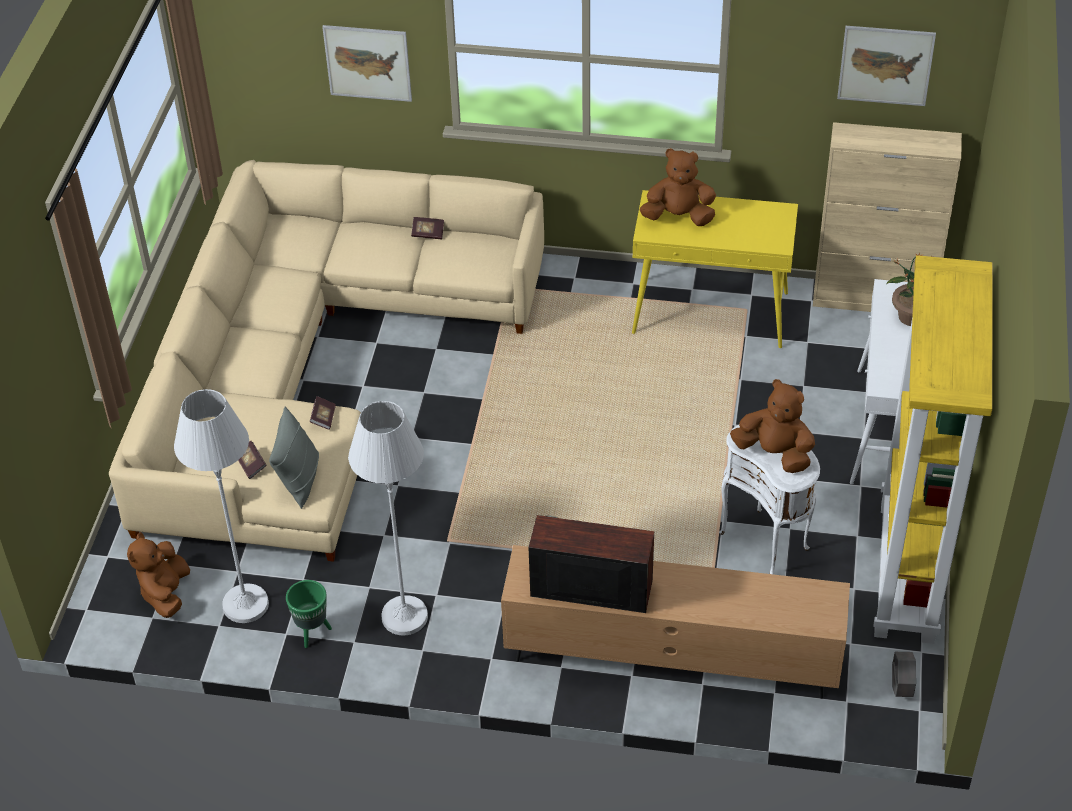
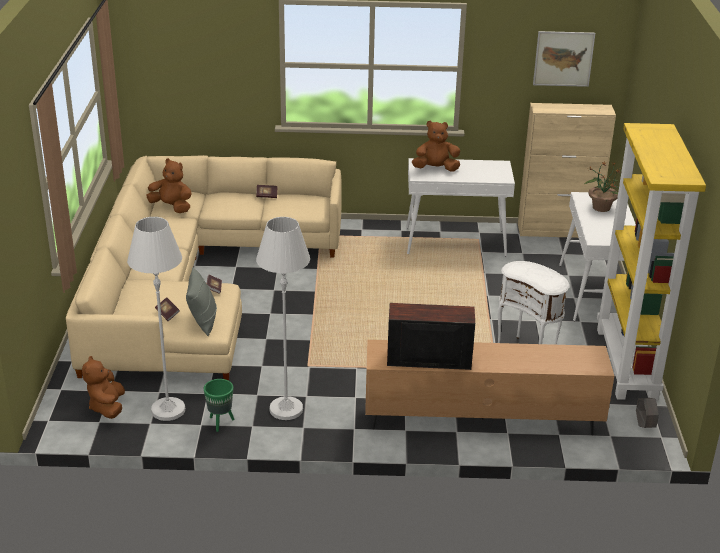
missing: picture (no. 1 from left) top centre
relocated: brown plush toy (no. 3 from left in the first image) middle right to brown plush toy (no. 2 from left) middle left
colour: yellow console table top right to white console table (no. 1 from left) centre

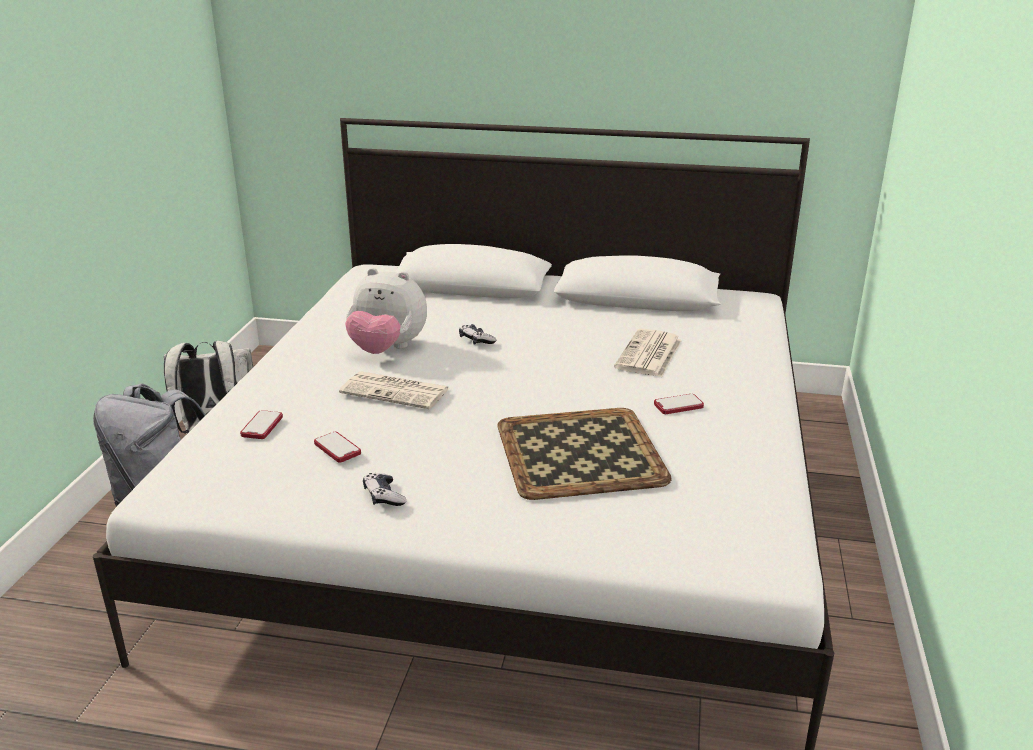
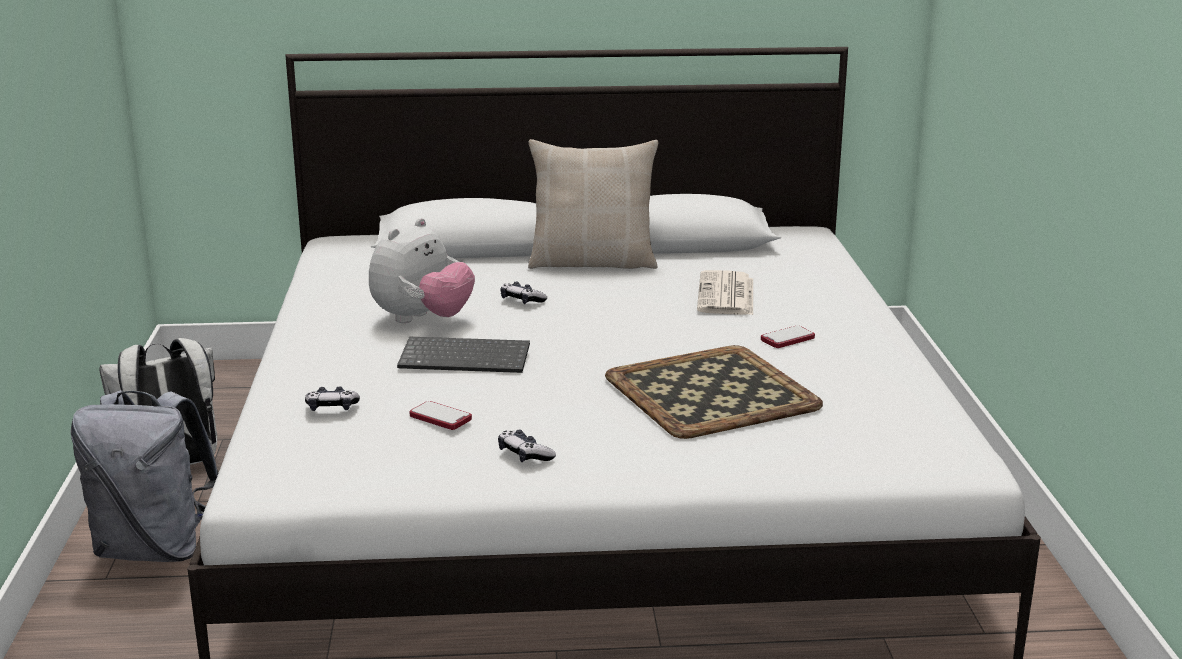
appeared: beige pillow top centre
exchanged: phone (no. 1 from left) middle left to game controller (no. 1 from left) middle left; newspaper (no. 1 from left) centre to keyboard centre
spun: plush toy centre = centre 60 degrees counterclockwise

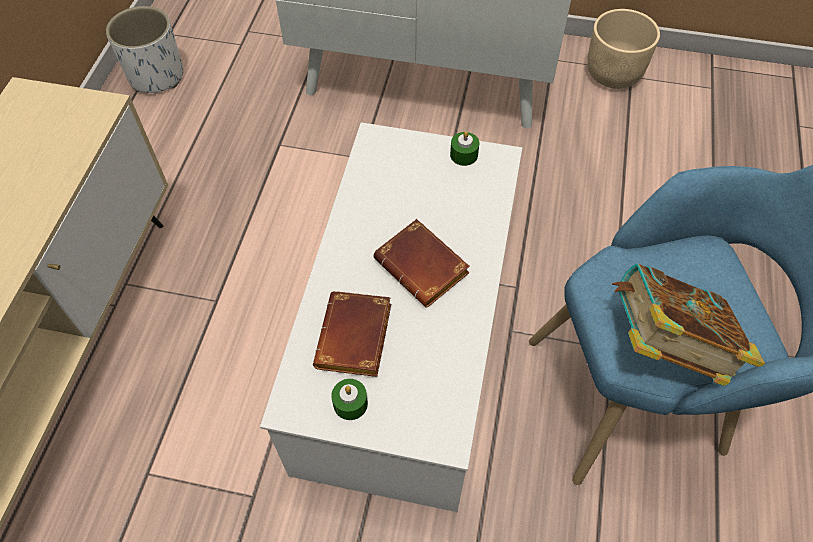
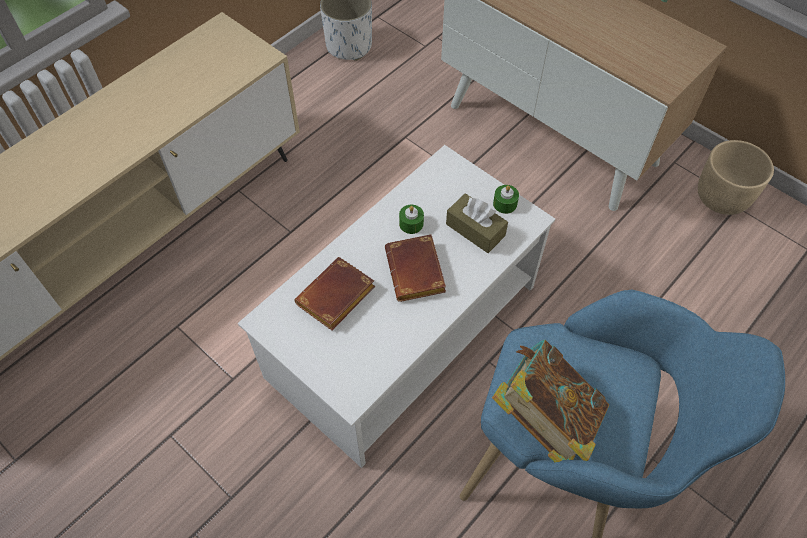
appeared: brown tissue box centre
relocated: green candle (no. 1 from left) bottom centre to centre

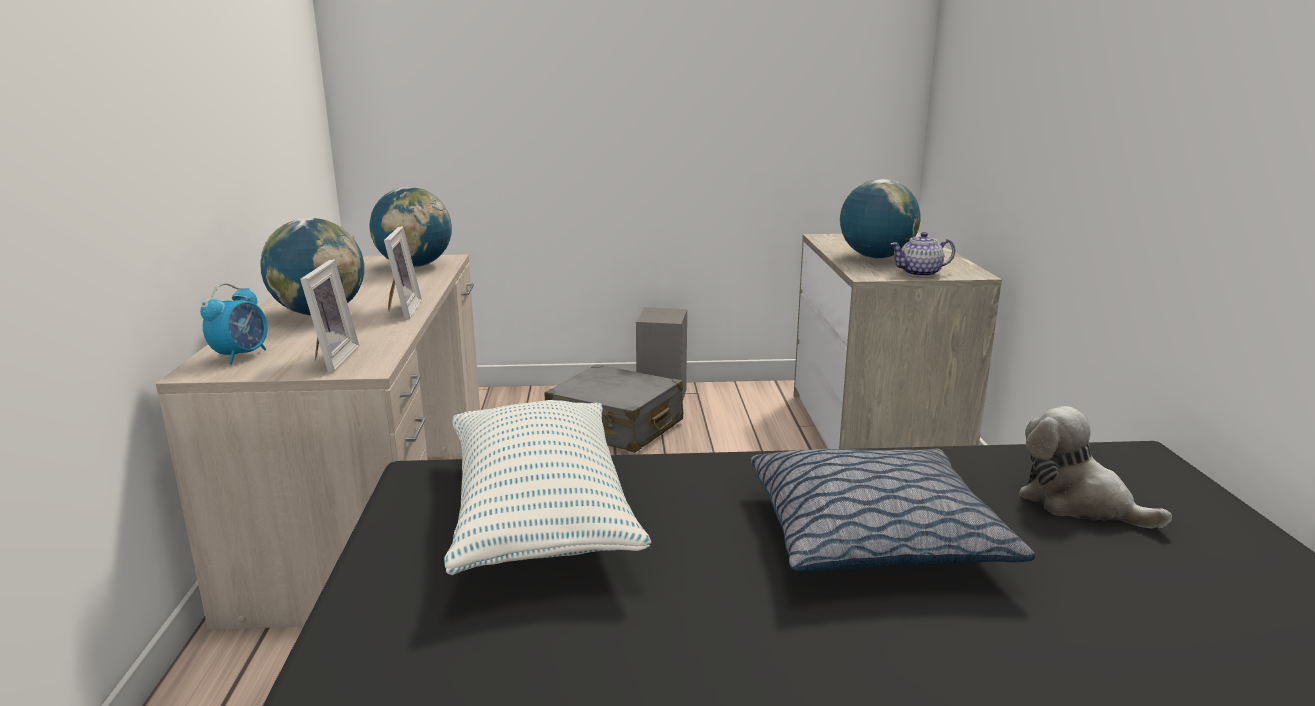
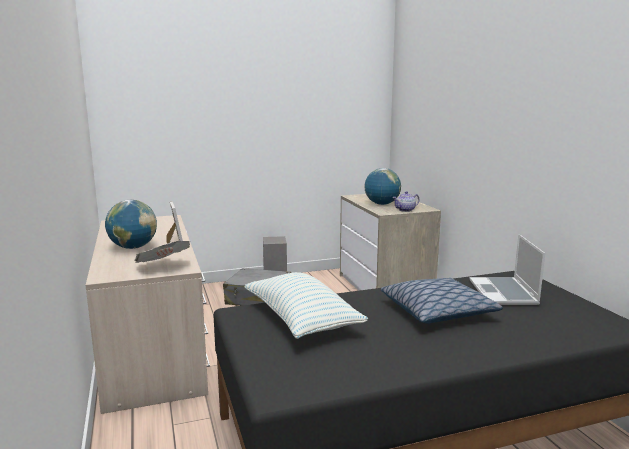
missing: alarm clock middle left; globe (no. 2 from left) top left
exchanged: picture frame (no. 1 from left) middle left to newspaper middle left; plush toy middle right to laptop middle right

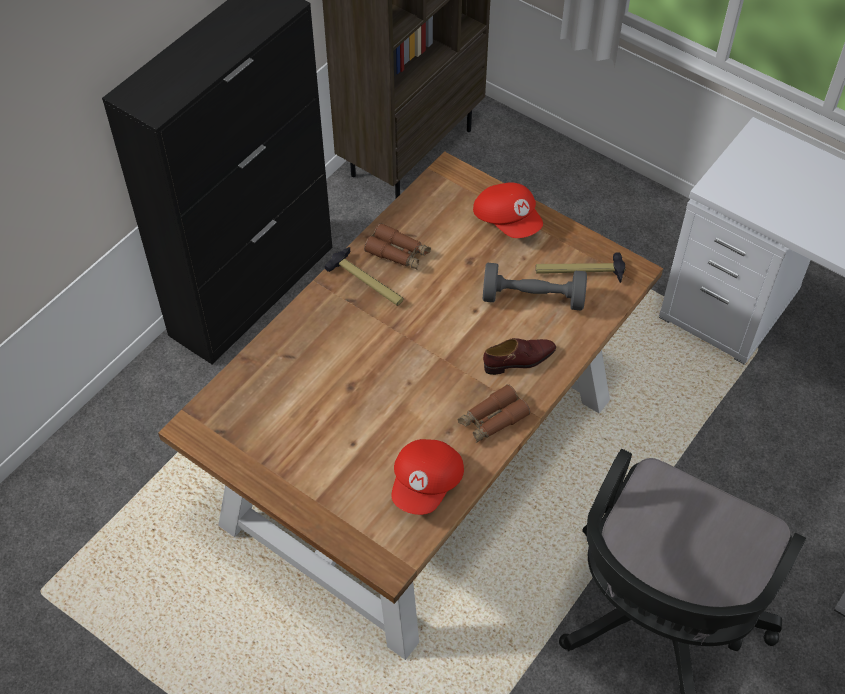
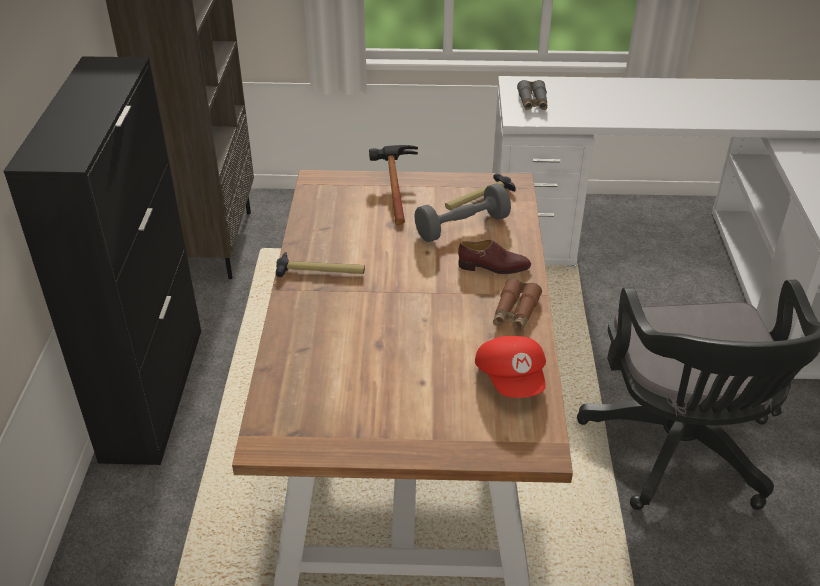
missing: brown binoculars (no. 1 from left) centre
appeared: grey binoculars top centre
exchanged: red cap (no. 2 from left) top centre to hammer (no. 2 from left) top centre
spun: brown shoe centre = centre 60 degrees clockwise

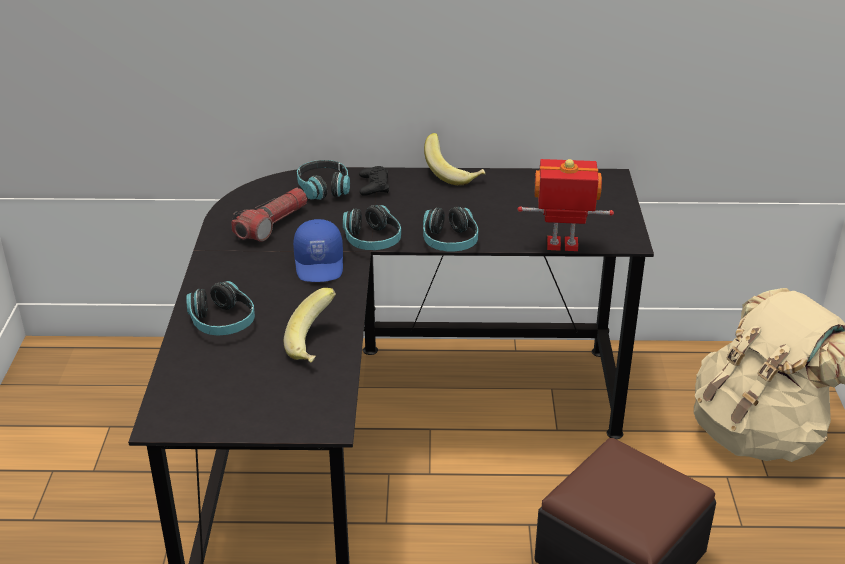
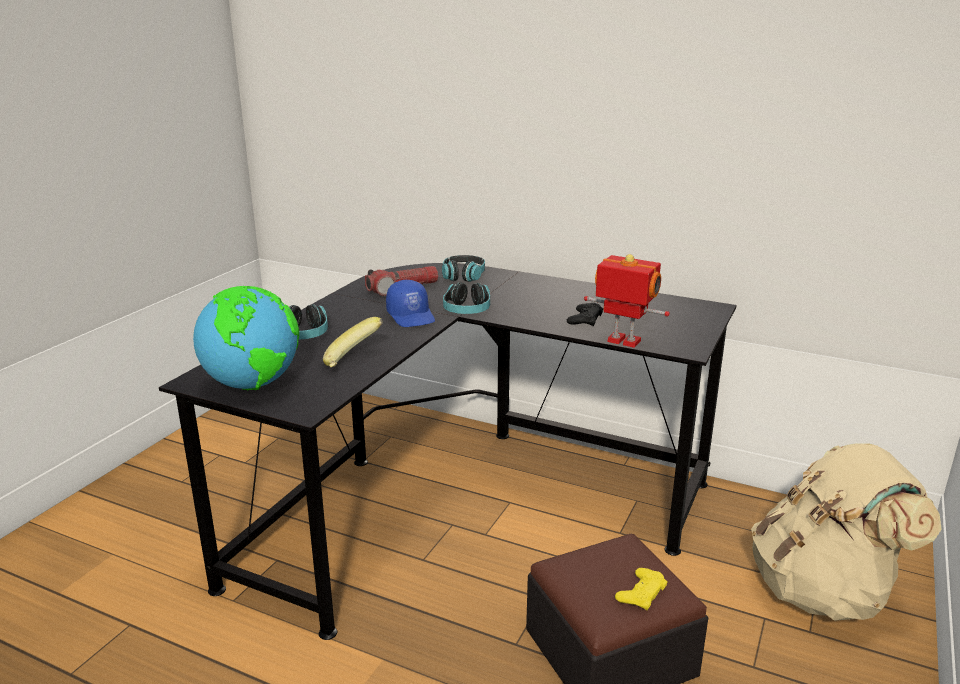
missing: headphones (no. 4 from left) centre; banana (no. 2 from left) top centre
appeared: globe middle left; yellow game controller bottom right
relocated: black game controller top centre to centre
spun: blue cap centre = centre 45 degrees counterclockwise

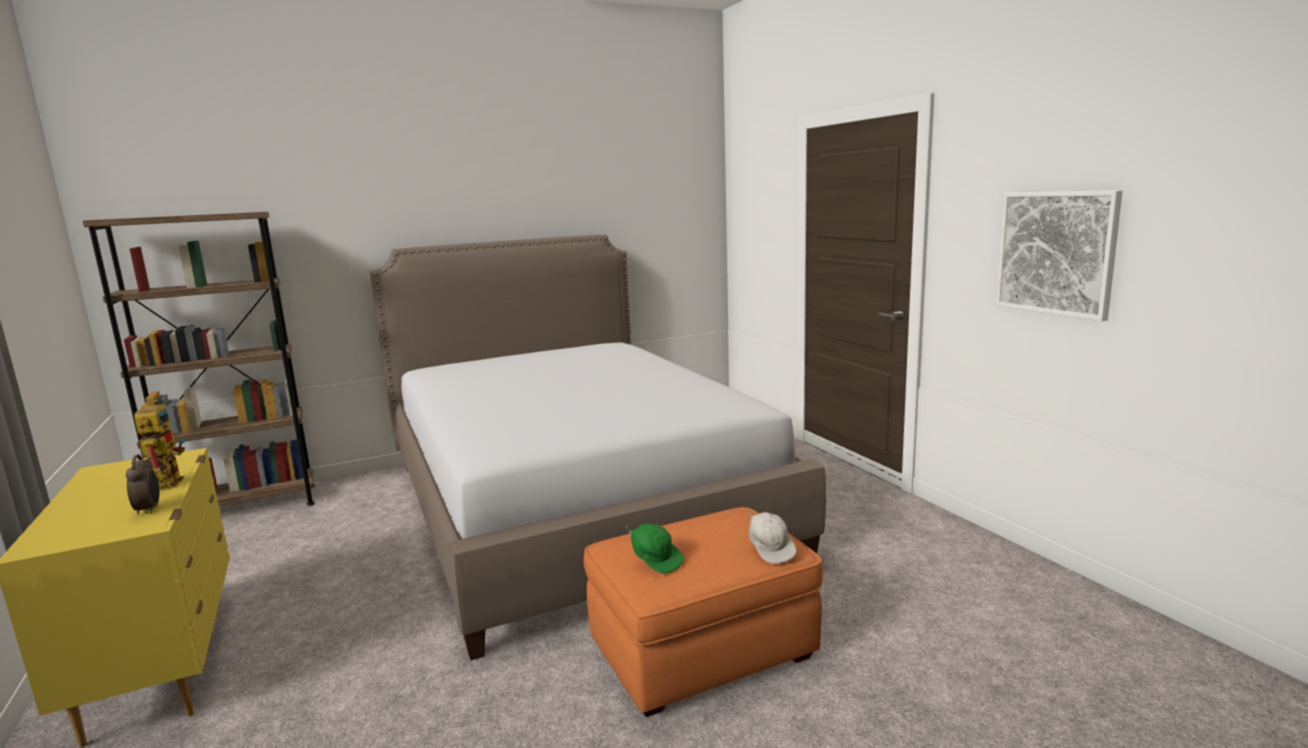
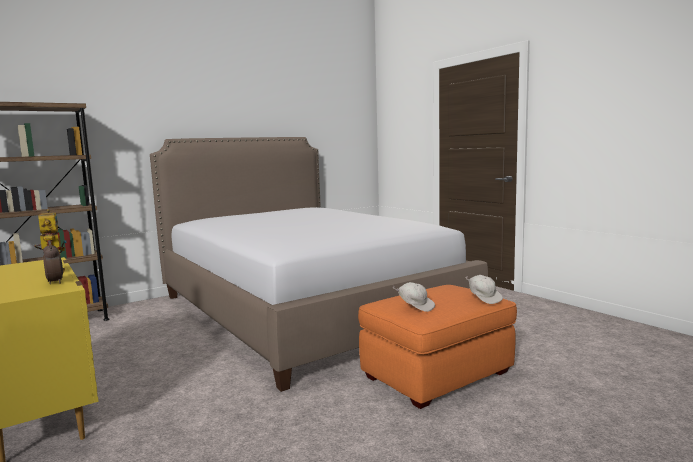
missing: picture middle right
colour: green cap bottom centre to white cap (no. 1 from left) centre

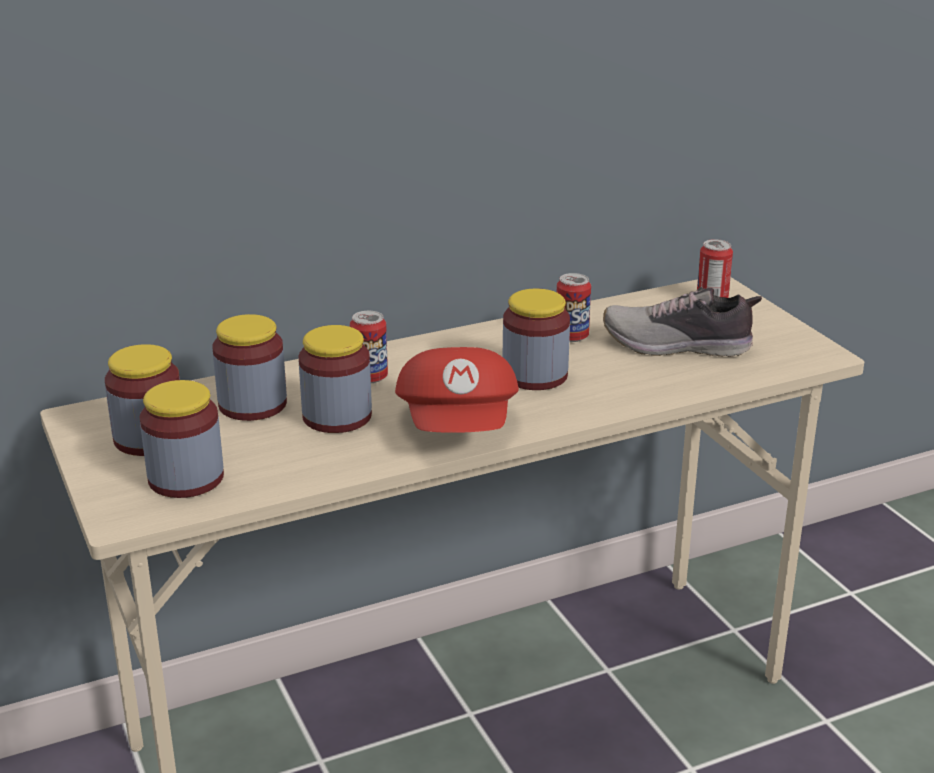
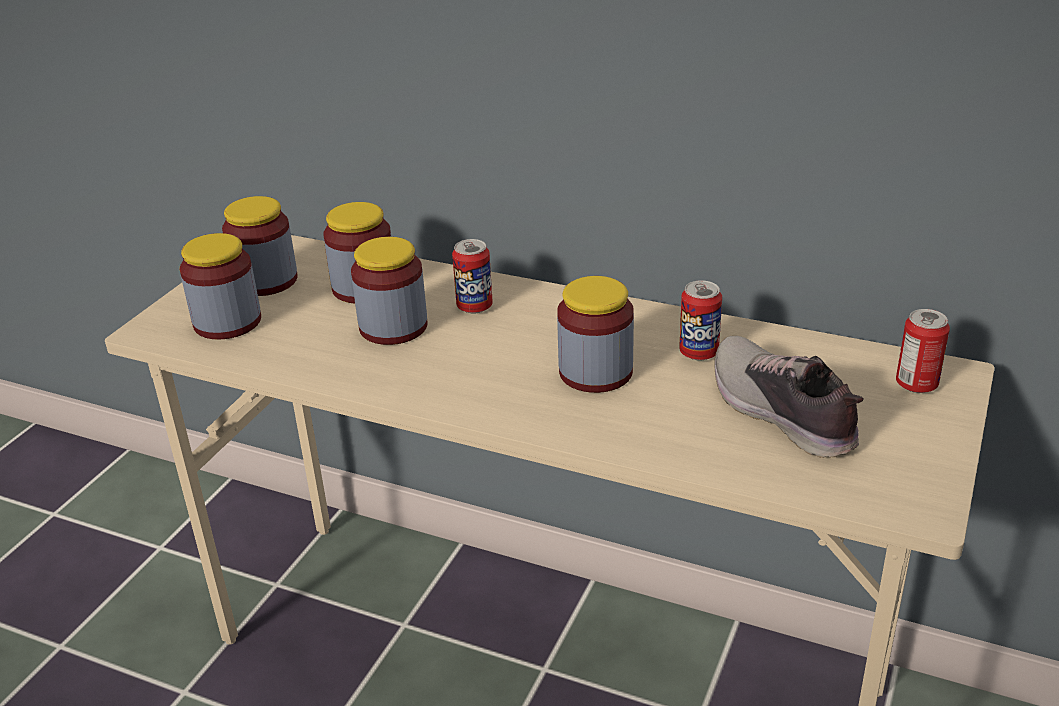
missing: red cap centre

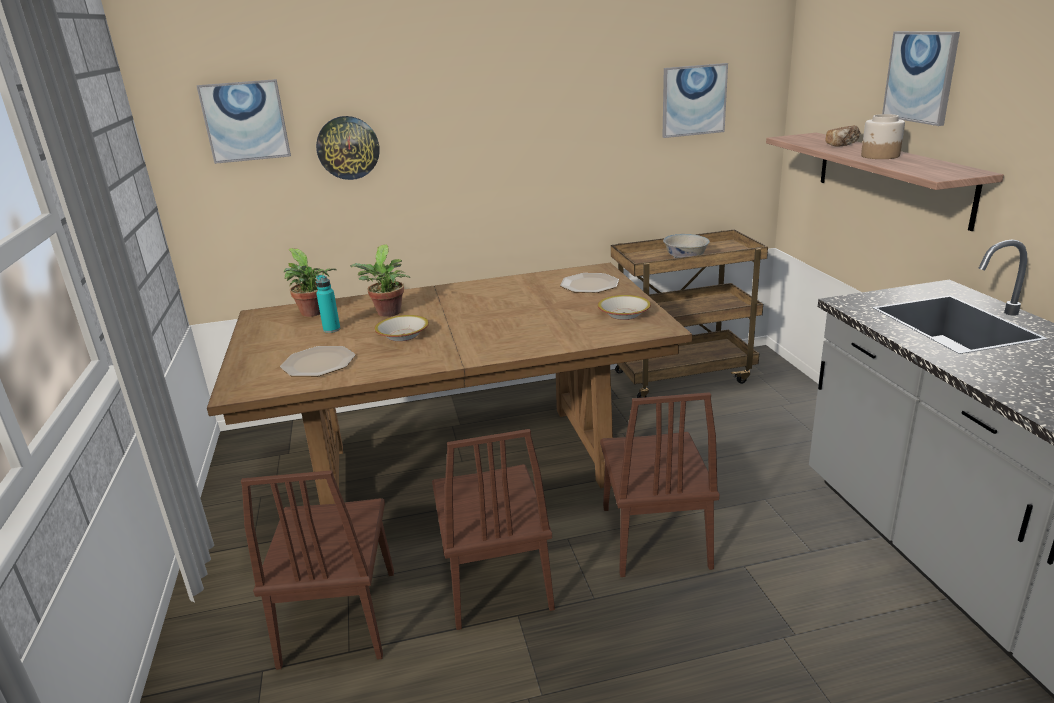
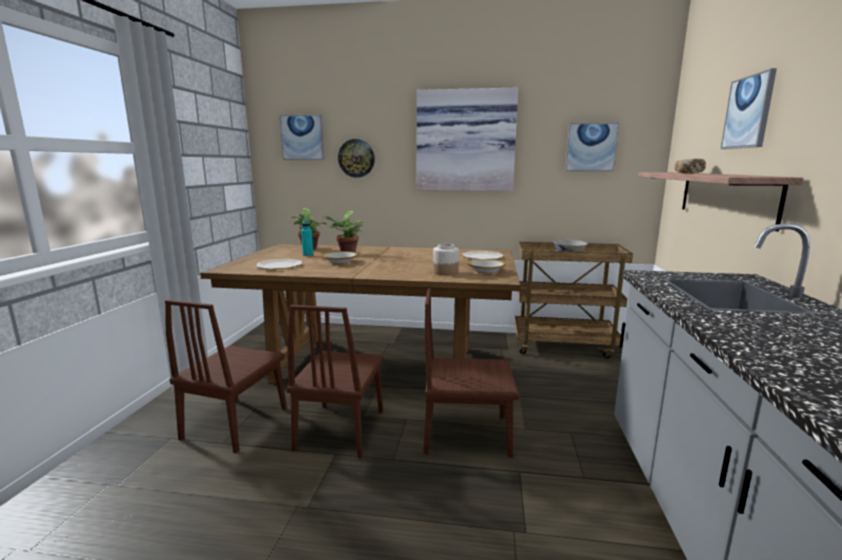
appeared: picture (no. 2 from left) top centre
relocated: jar top right to centre
spun: brown chair (no. 3 from left) bottom centre = centre 75 degrees clockwise

